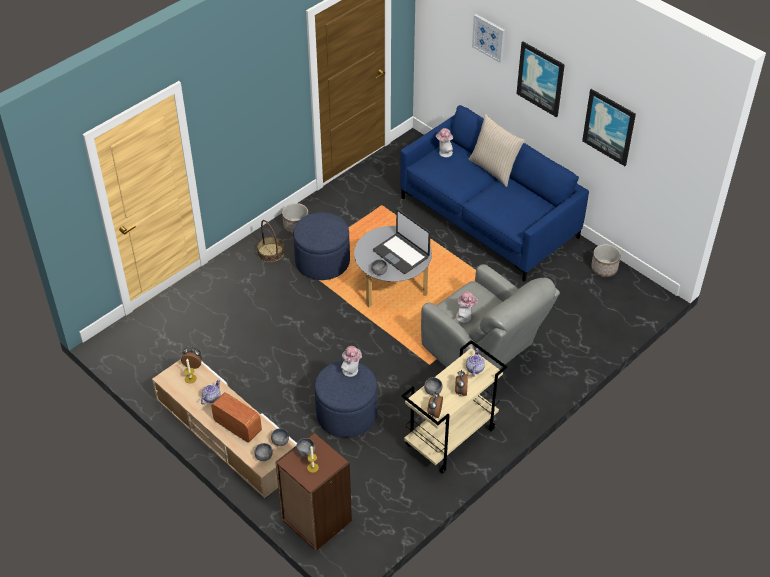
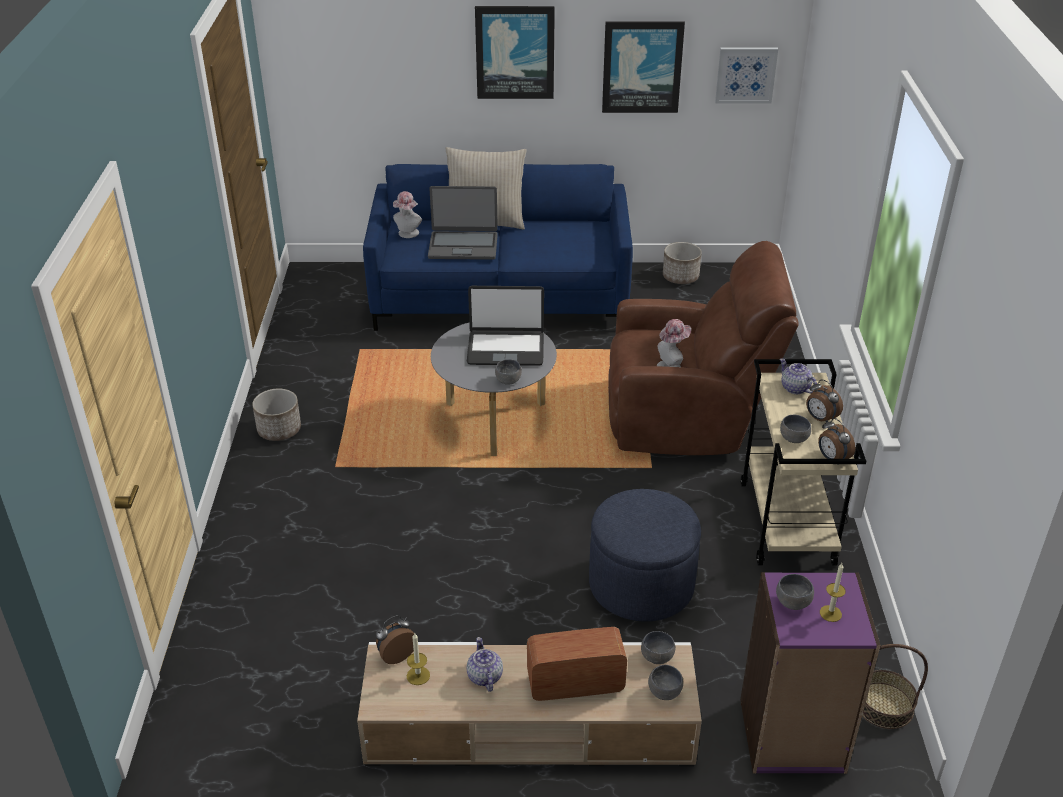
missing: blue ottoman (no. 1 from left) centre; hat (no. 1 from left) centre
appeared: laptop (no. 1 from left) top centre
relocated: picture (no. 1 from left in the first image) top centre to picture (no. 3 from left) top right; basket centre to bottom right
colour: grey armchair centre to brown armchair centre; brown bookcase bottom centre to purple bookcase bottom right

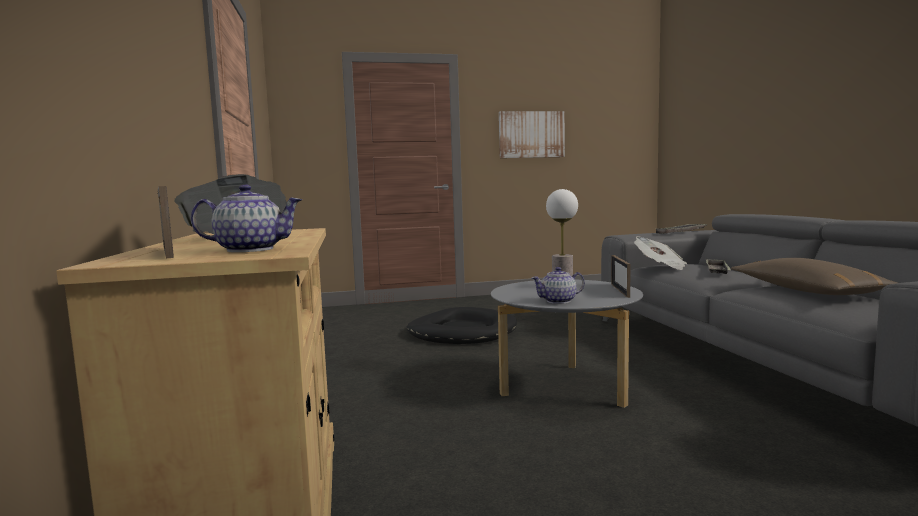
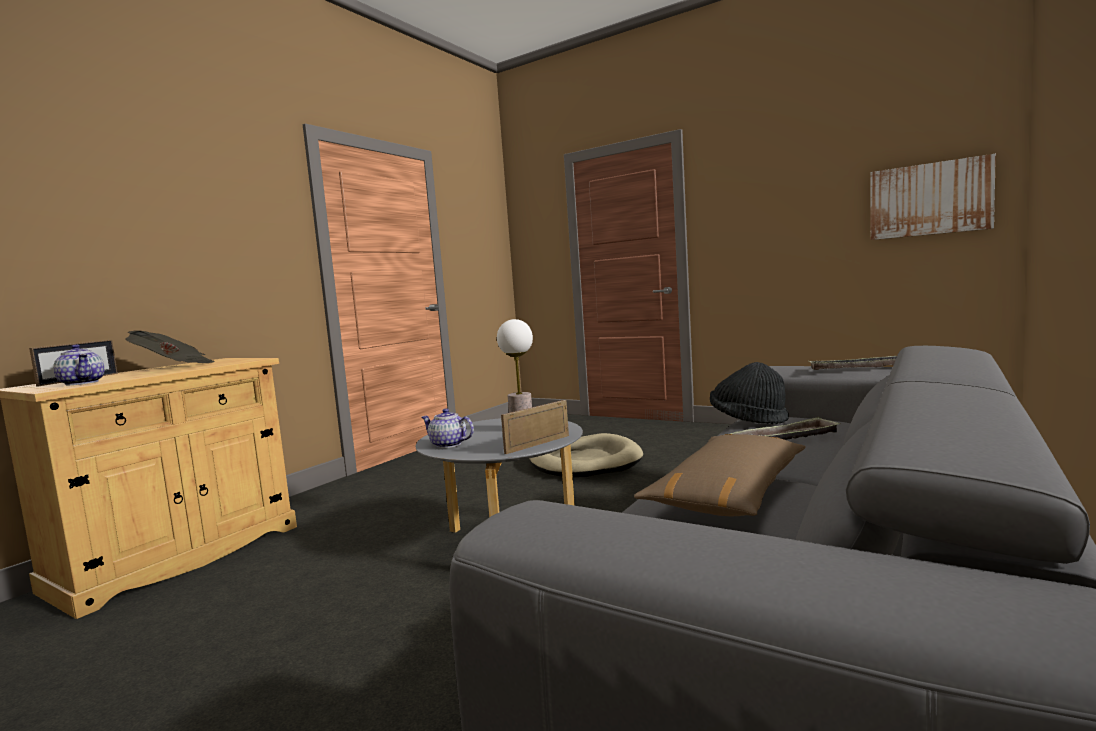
relocated: picture top centre to top right
exchanged: newspaper (no. 2 from left) middle right to black hat middle right
colour: black dog bed centre to beige dog bed centre

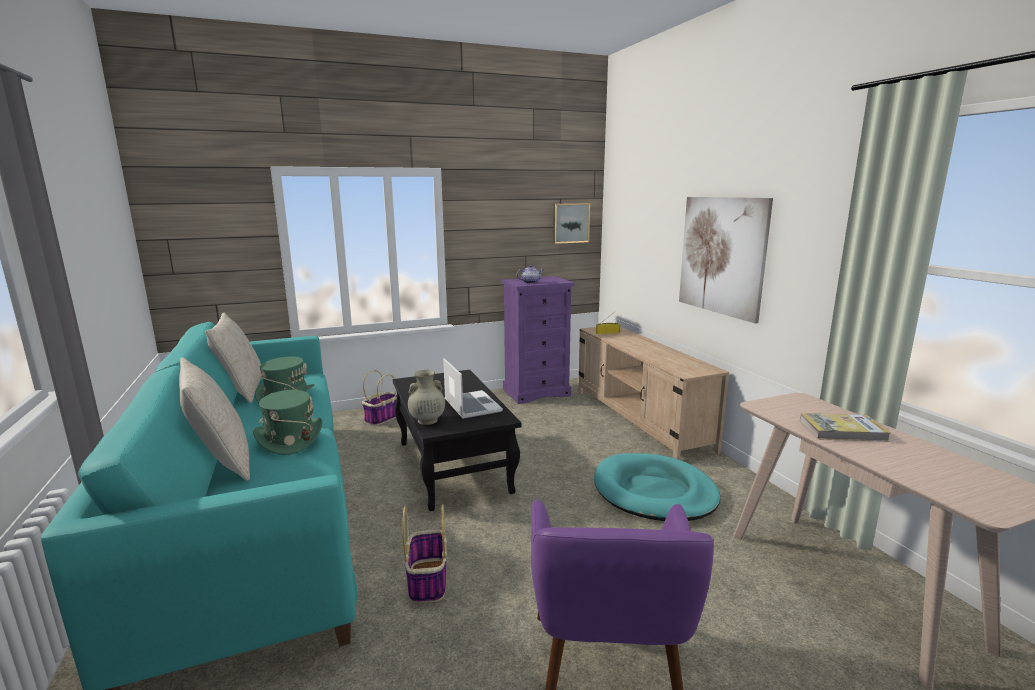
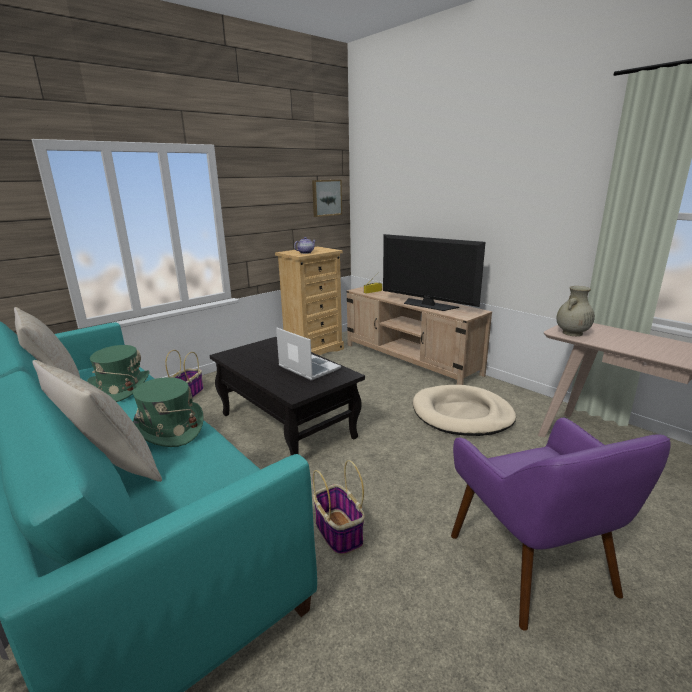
missing: picture (no. 2 from left) middle right; book middle right
appeared: television centre
relocated: beige vase centre to middle right
colour: purple dresser centre to beige dresser centre; turquoise dog bed bottom centre to beige dog bed middle right

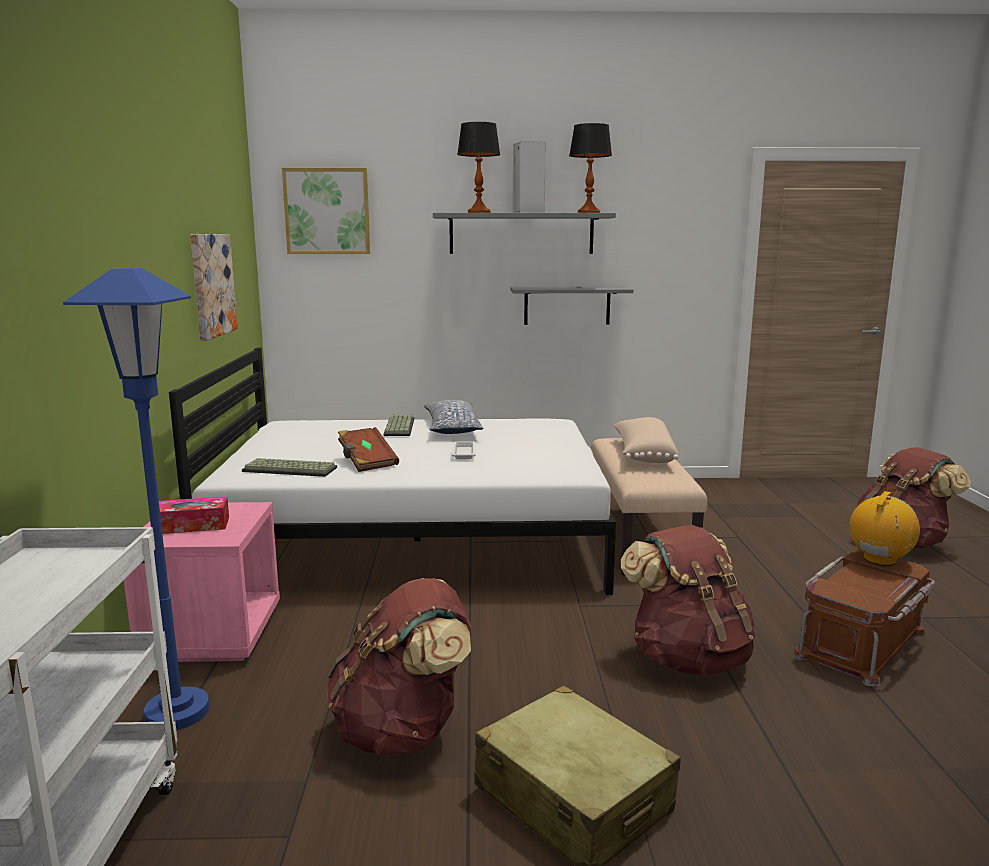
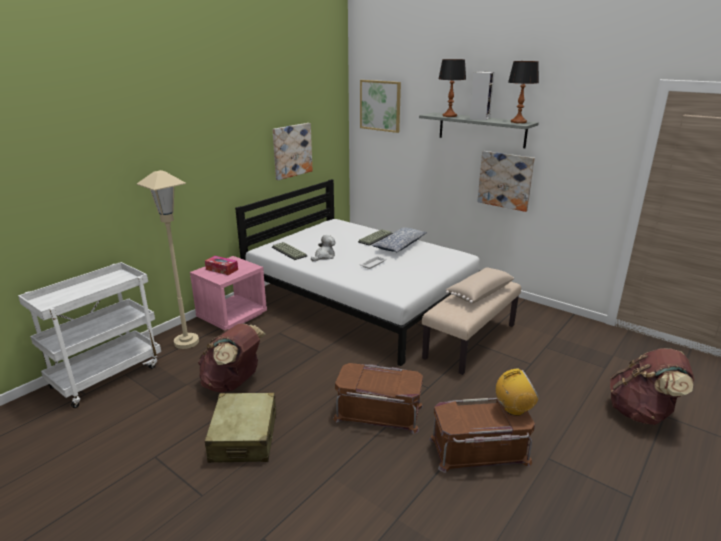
exchanged: brown book centre to plush toy centre; brown backpack (no. 2 from left) bottom right to brown storage box (no. 1 from left) bottom centre; grey shelf (no. 2 from left) centre to picture (no. 3 from left) middle right
colour: blue floor lamp middle left to beige floor lamp middle left

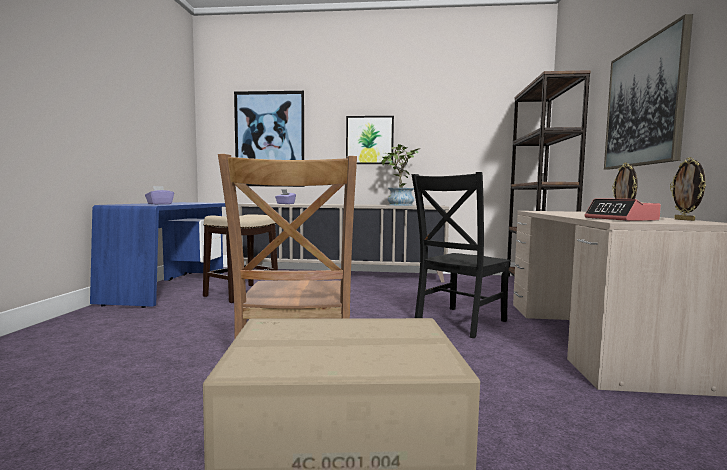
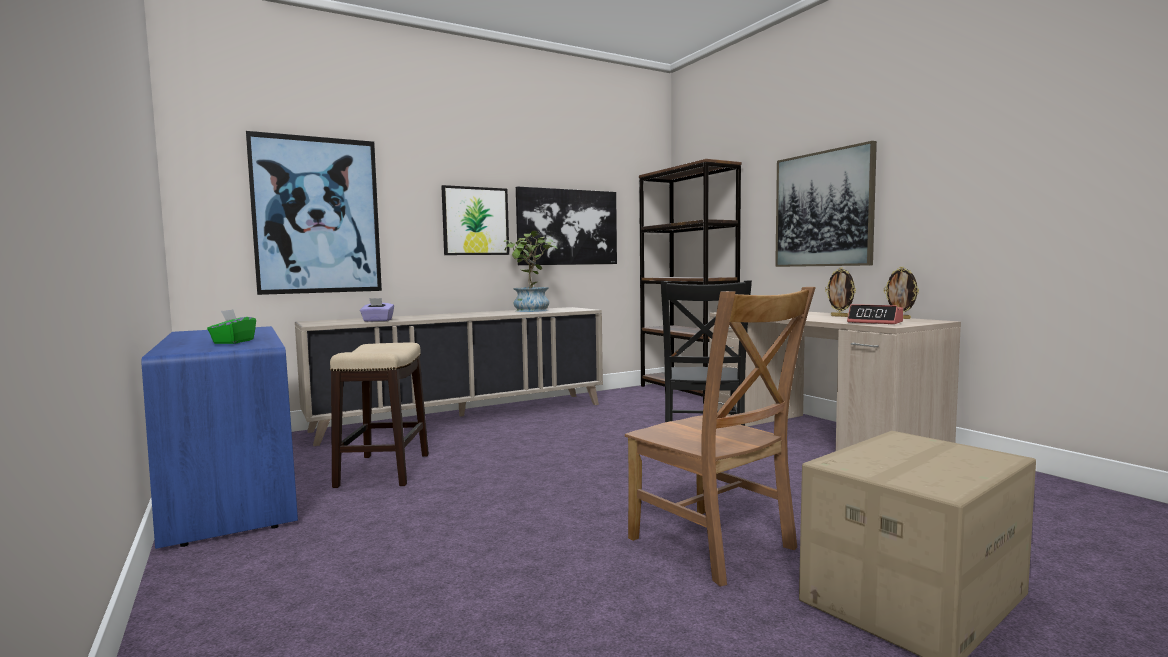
appeared: picture (no. 3 from left) centre
colour: purple tissue box (no. 1 from left) middle left to green tissue box middle left

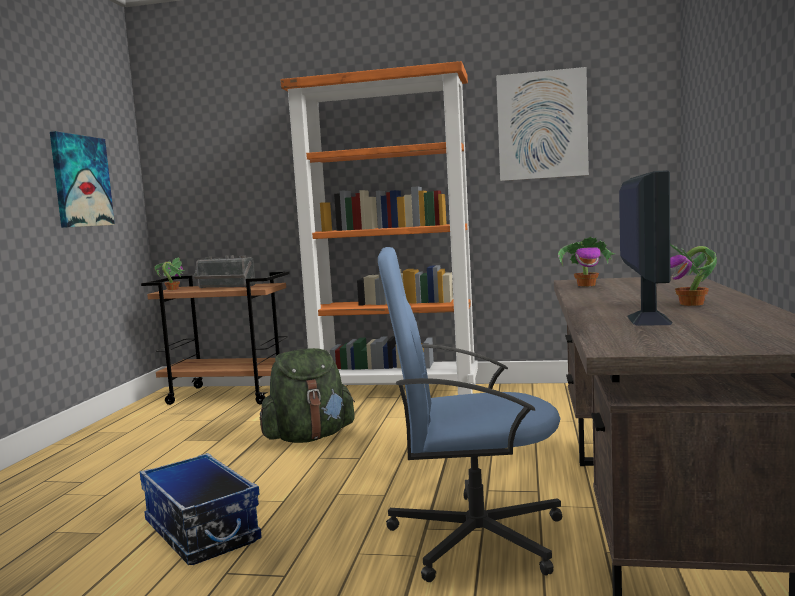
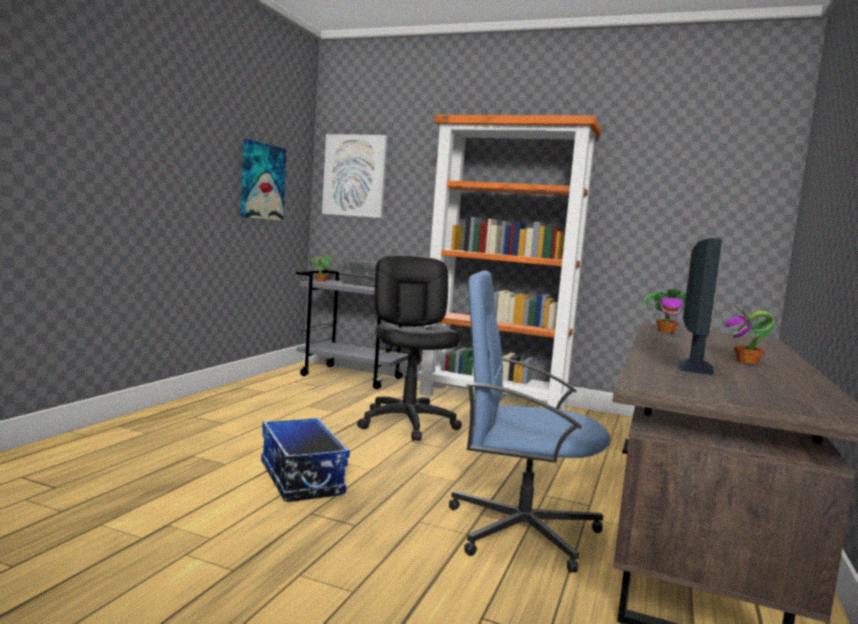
relocated: picture (no. 2 from left) top right to top centre
exchanged: green backpack centre to black office chair centre
colour: brown cart middle left to grey cart centre

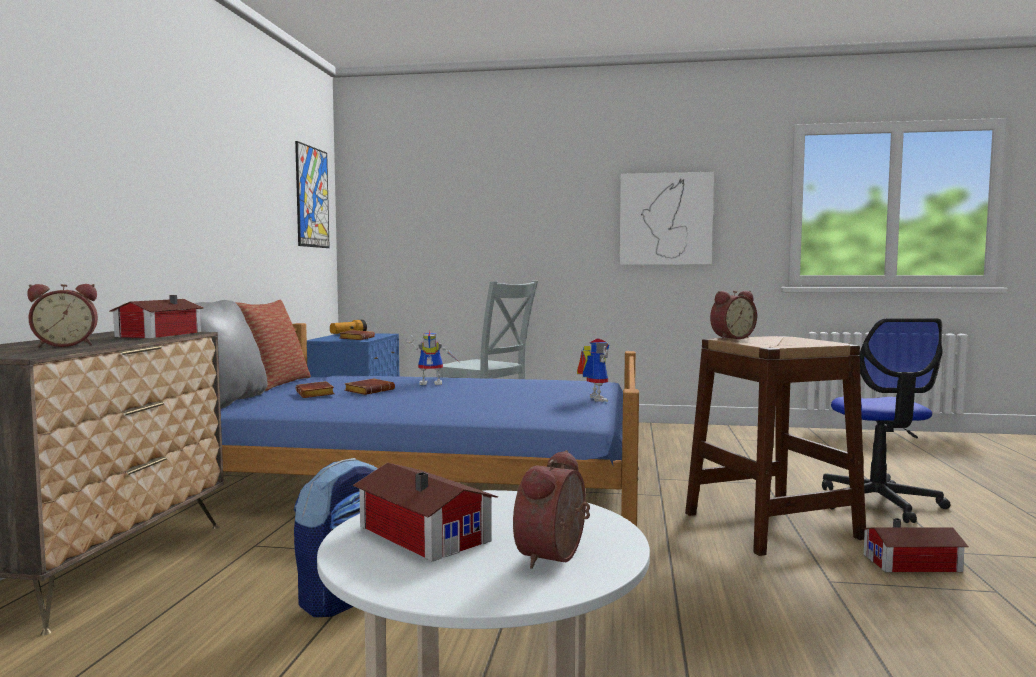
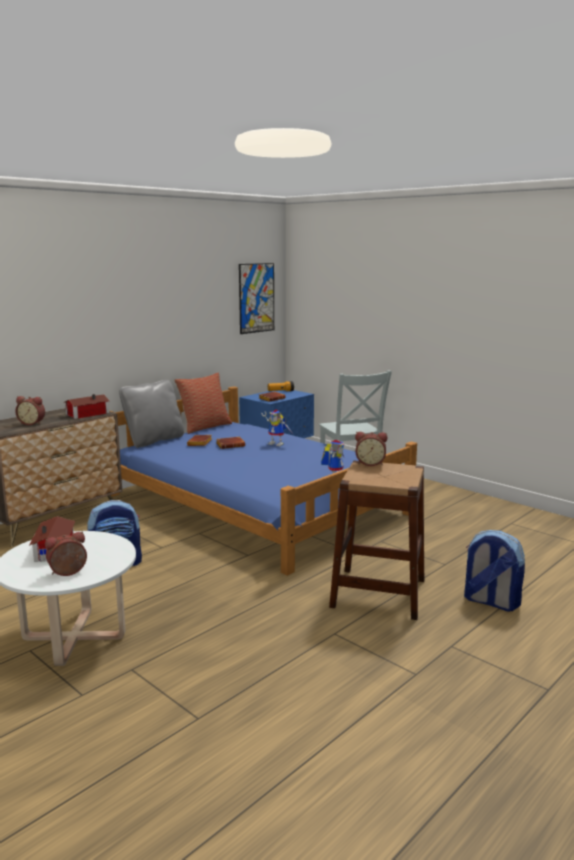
missing: picture (no. 2 from left) top centre; toy house (no. 3 from left) bottom right
exchanged: office chair middle right to backpack (no. 2 from left) middle right

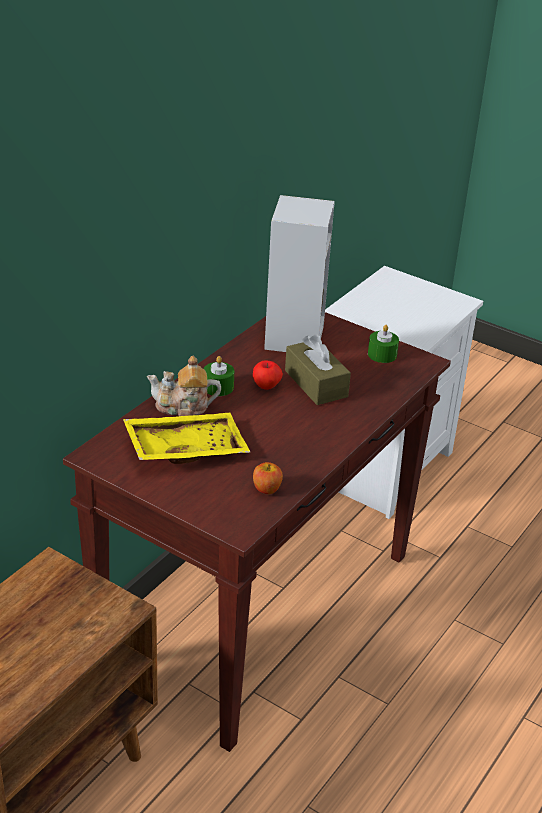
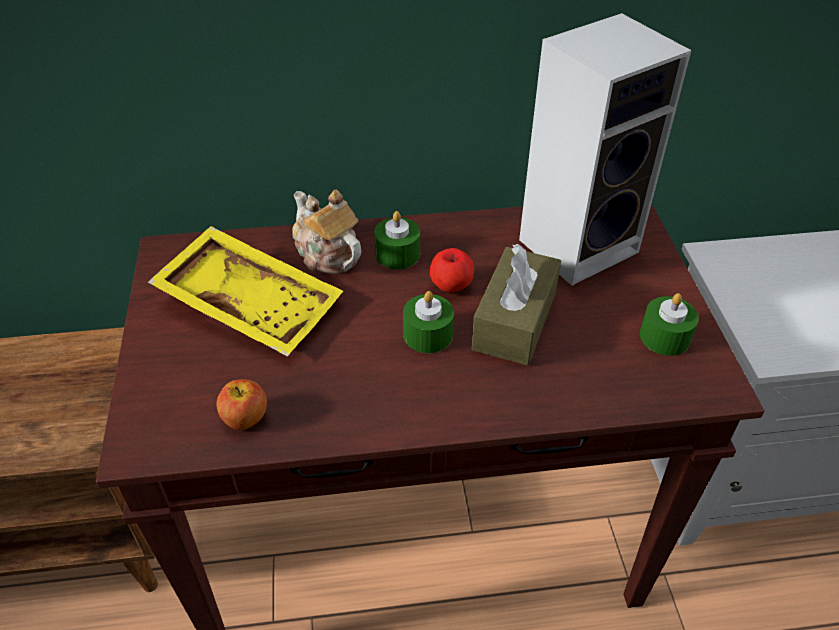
appeared: green candle (no. 2 from left) centre

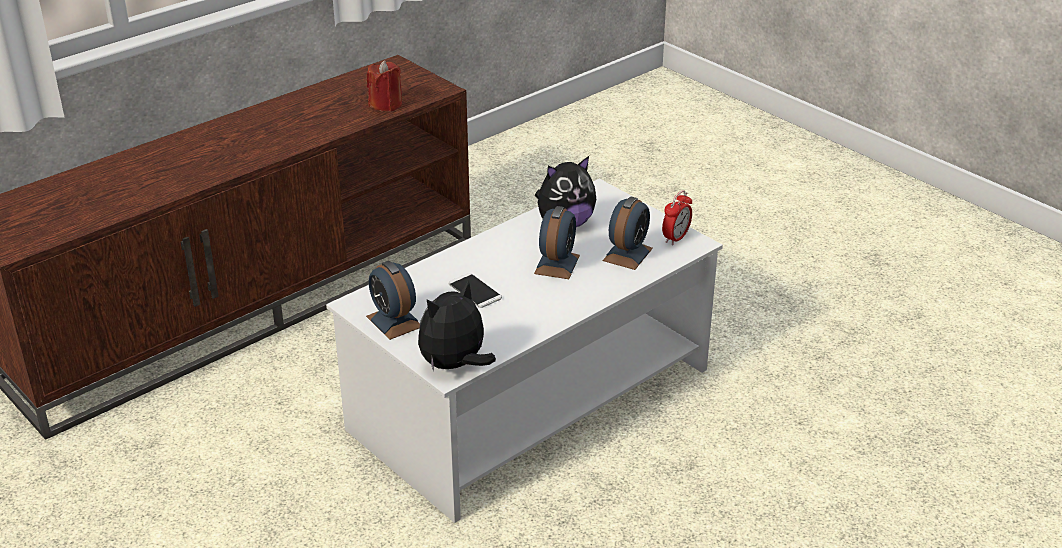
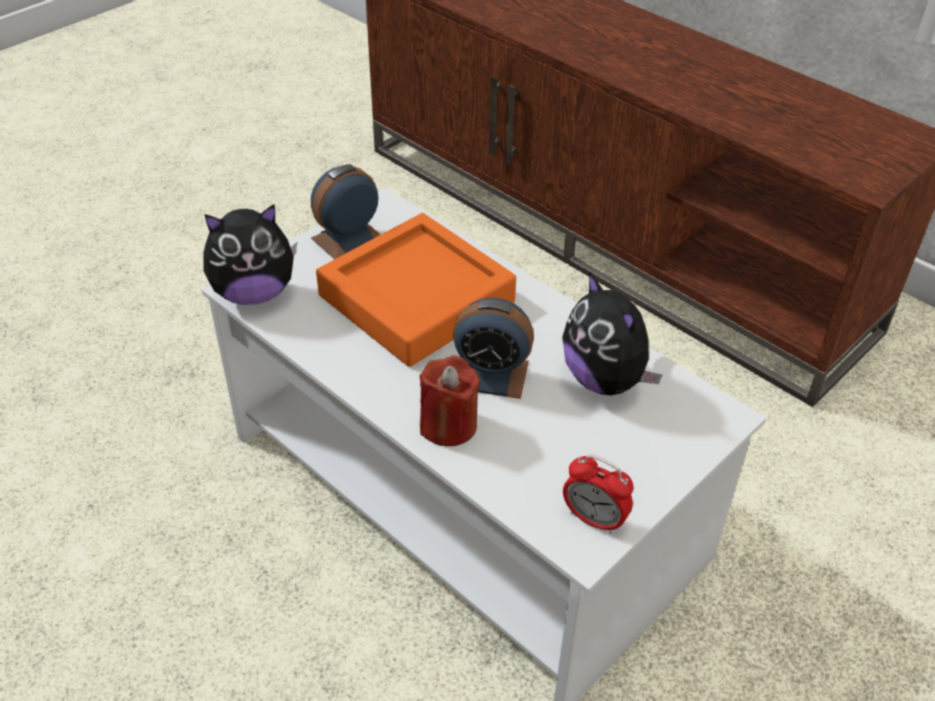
missing: alarm clock (no. 3 from left) centre
relocated: red candle top centre to centre
exchanged: phone centre to orange tray centre
spun: plush toy (no. 1 from left) centre = middle left 120 degrees clockwise

